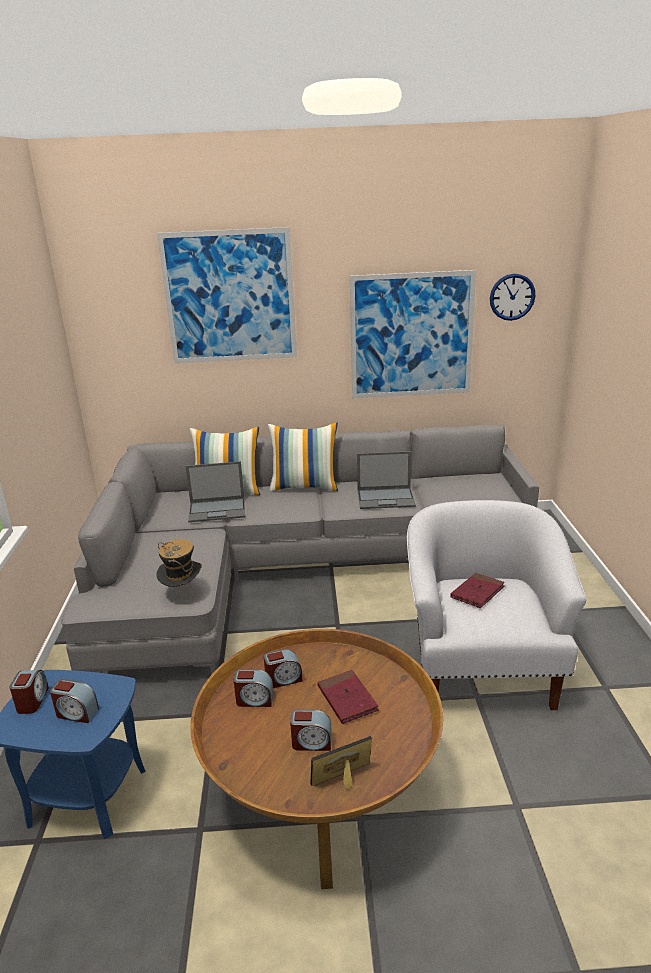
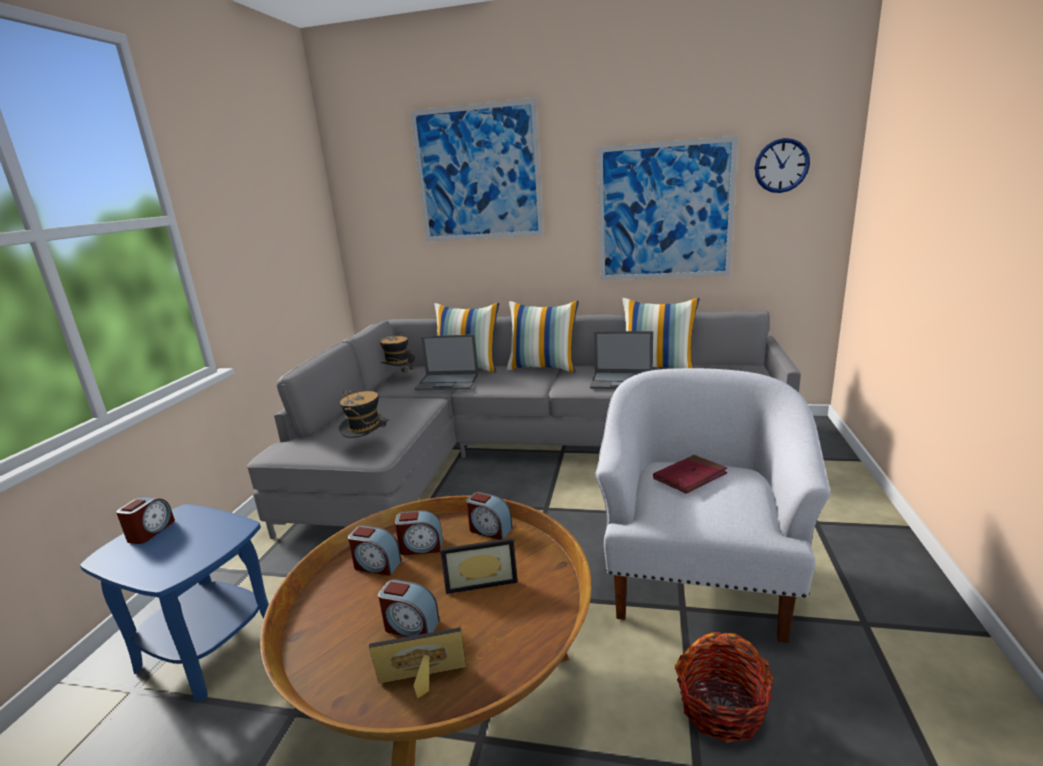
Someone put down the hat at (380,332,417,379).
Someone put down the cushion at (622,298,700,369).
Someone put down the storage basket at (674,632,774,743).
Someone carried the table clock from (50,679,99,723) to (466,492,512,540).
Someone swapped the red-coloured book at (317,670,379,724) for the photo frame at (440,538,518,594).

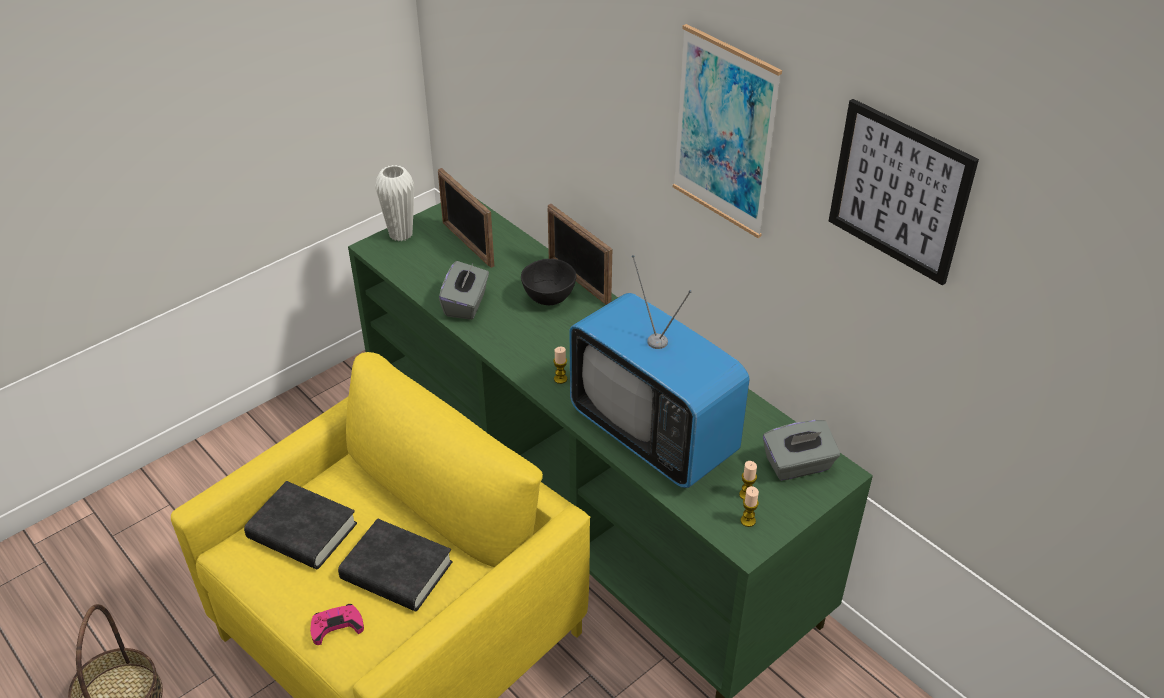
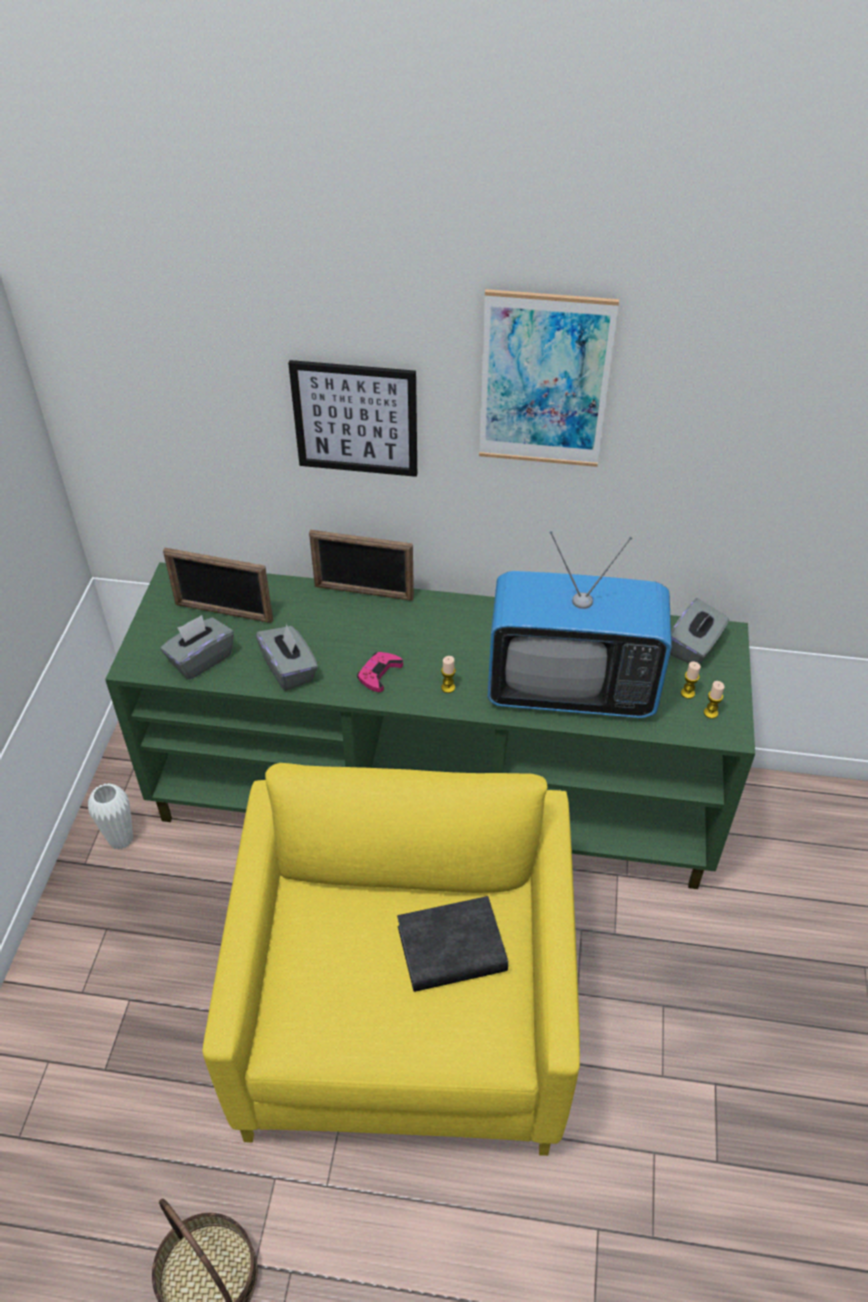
Someone took away the black book at (244,481,357,569).
Someone took away the black deep dish at (521,259,576,305).
Someone put down the gray box of tissues at (161,615,234,680).
Someone carried the pink-coloured game controller from (310,604,364,645) to (357,652,403,692).
Someone carried the whitish vase from (375,165,414,241) to (88,783,133,850).
Someone carried the picture from (829,99,979,285) to (288,360,417,477).

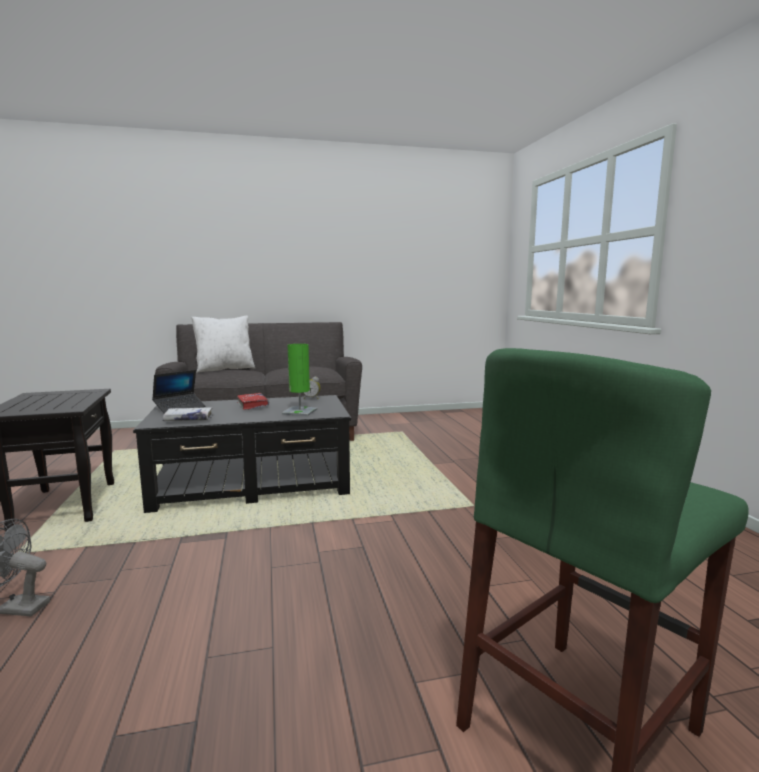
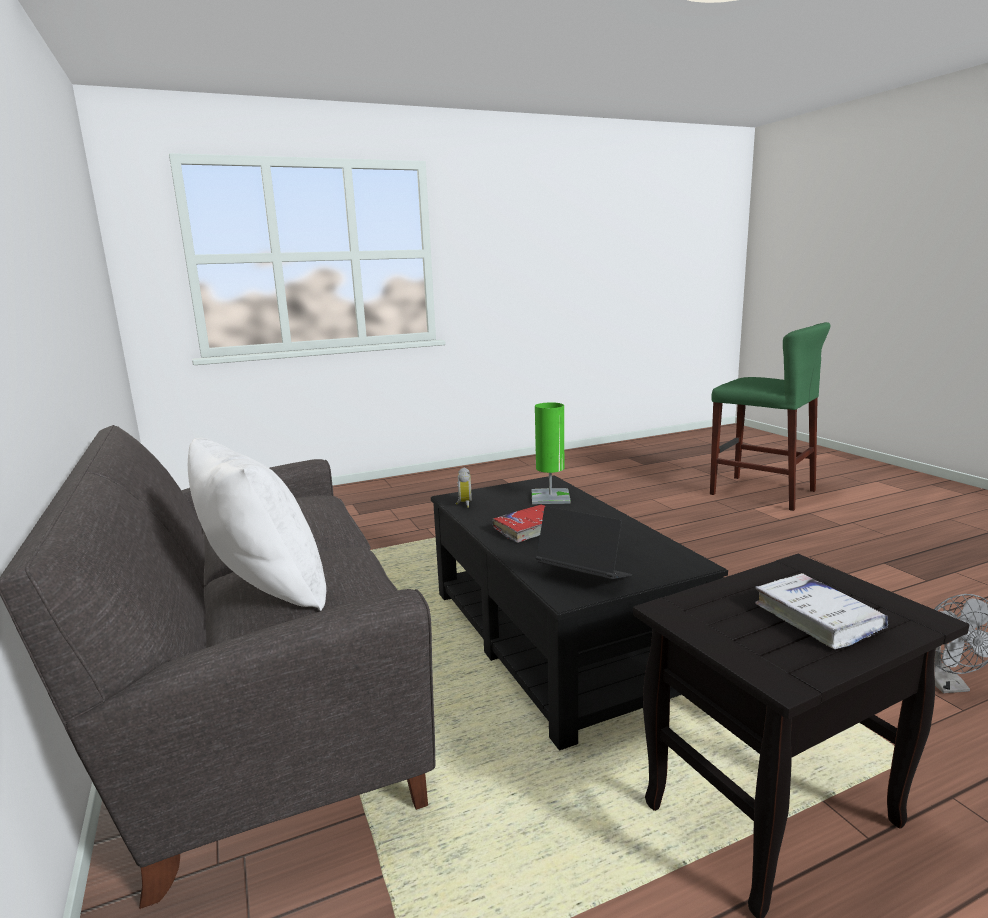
Someone carried the whitish book from (162,407,213,421) to (755,573,888,649).

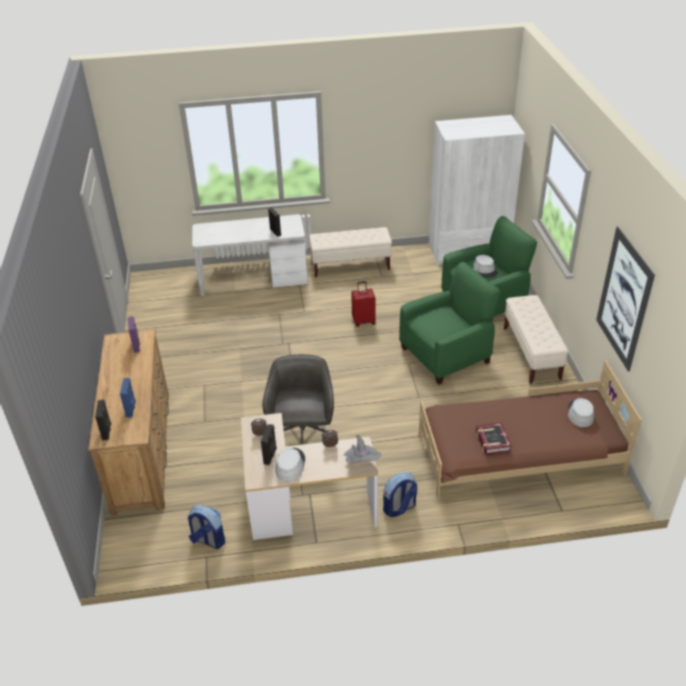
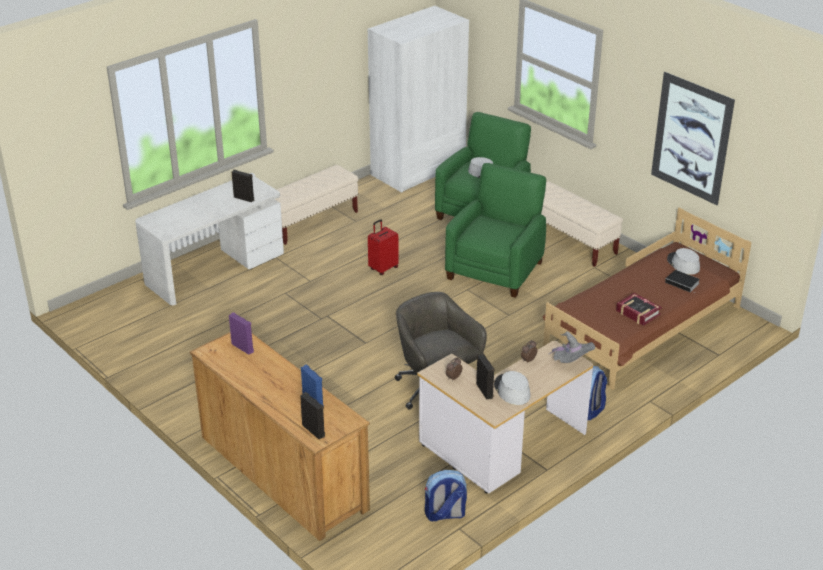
Someone put down the book at (665,270,700,294).

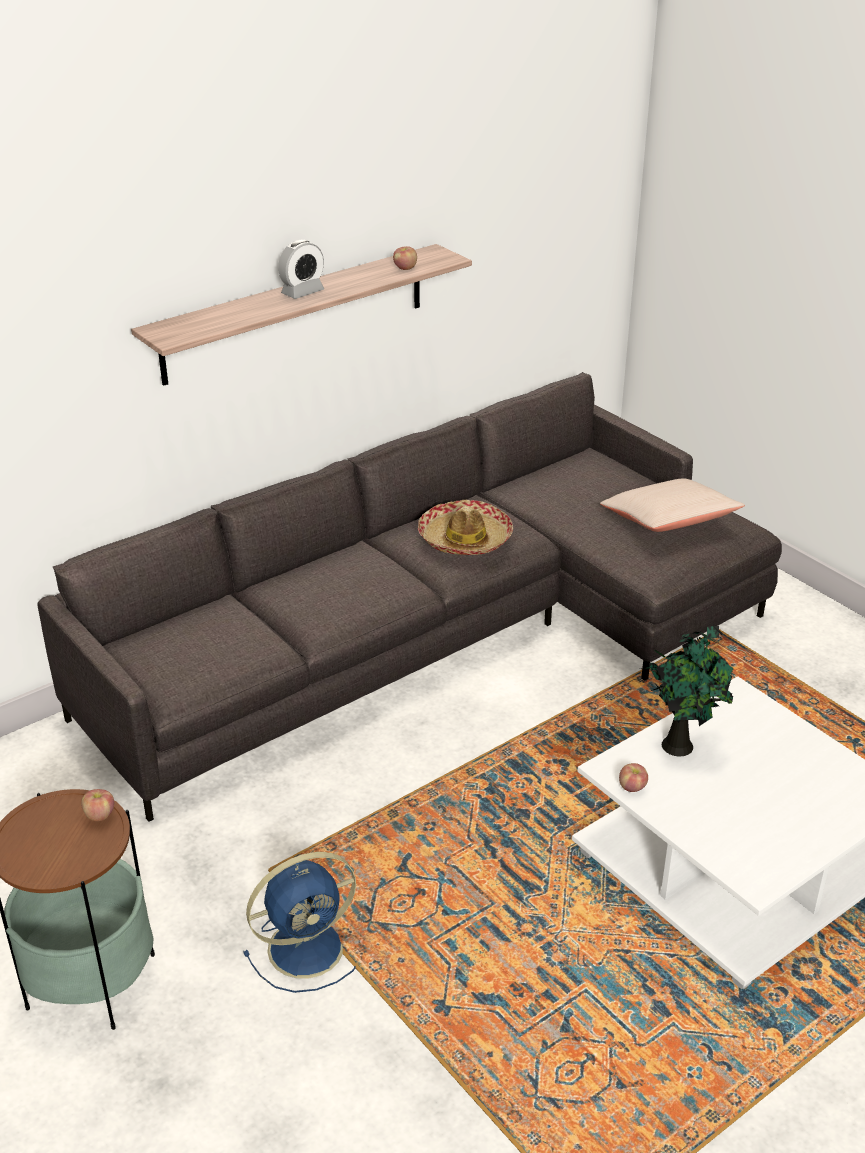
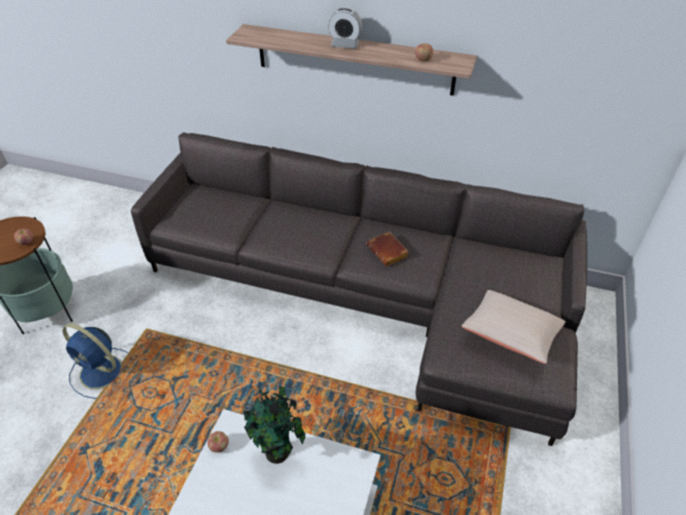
Someone swapped the hat at (418,500,513,555) for the brown book at (366,231,409,266).

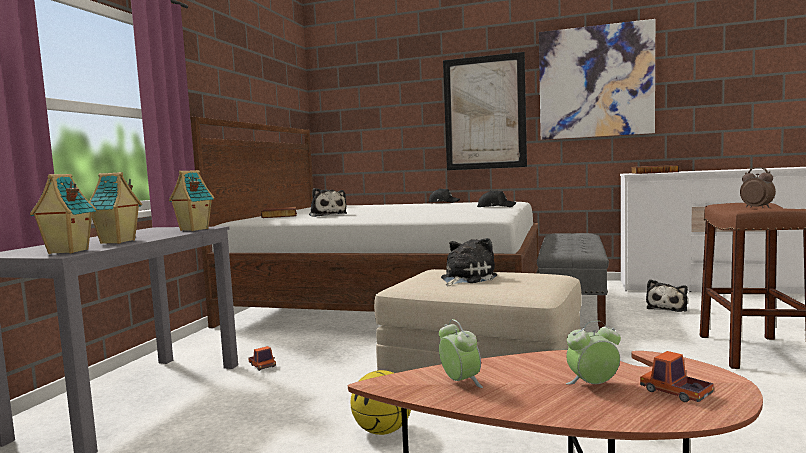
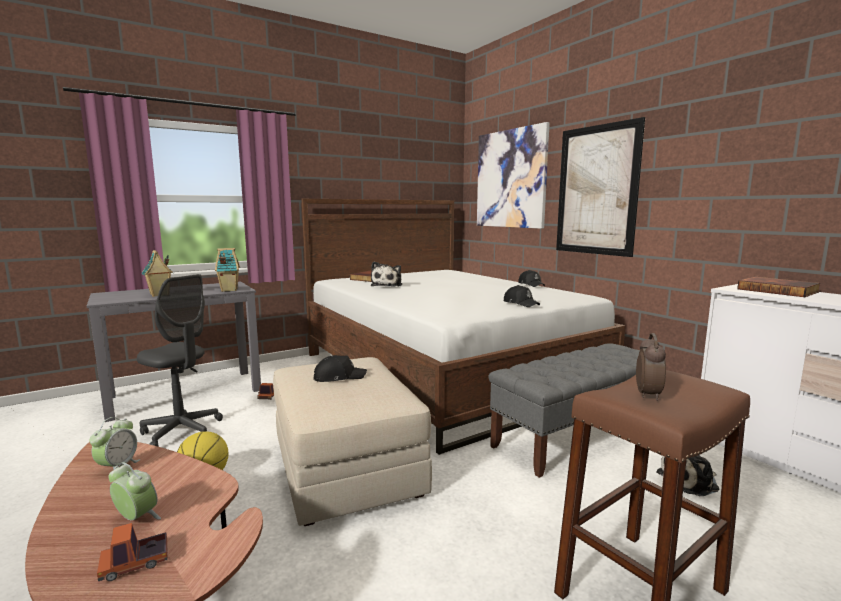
Someone took away the model house at (30,174,96,254).
Someone put down the gray desk chair at (137,274,223,447).
Someone carried the picture from (539,19,655,140) to (477,122,550,229).
Someone swapped the soft toy at (441,238,497,286) for the black cap at (313,355,367,382).
Someone rotated the toy lorry at (640,351,714,402) by 120 degrees counterclockwise.

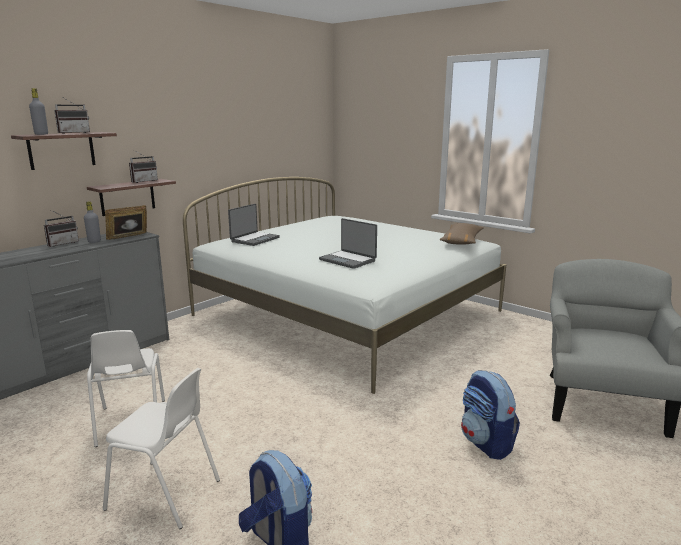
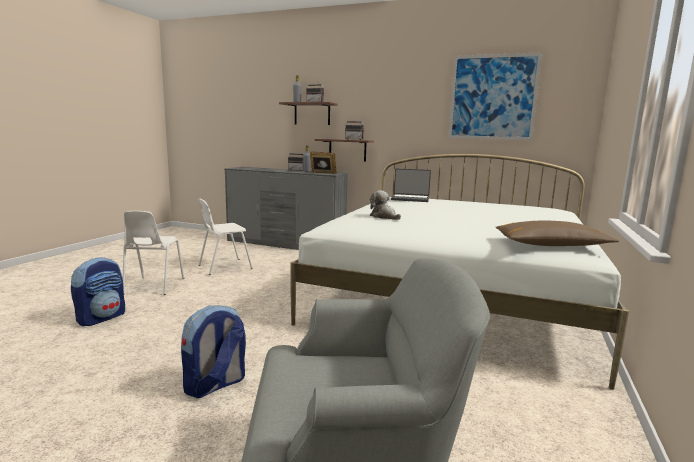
Someone put up the picture at (448,52,542,140).
Someone swapped the laptop at (319,218,377,269) for the soft toy at (370,190,401,220).

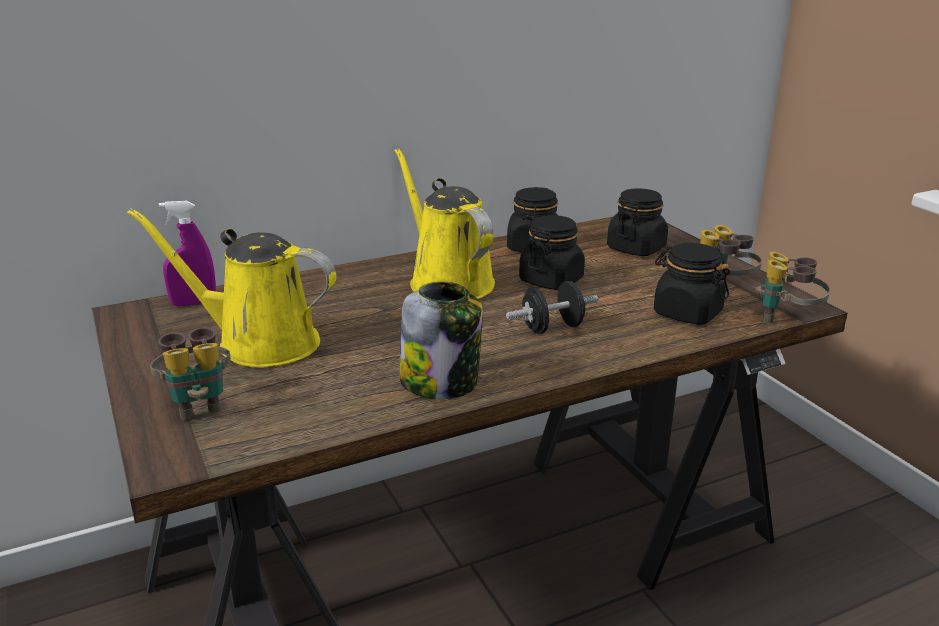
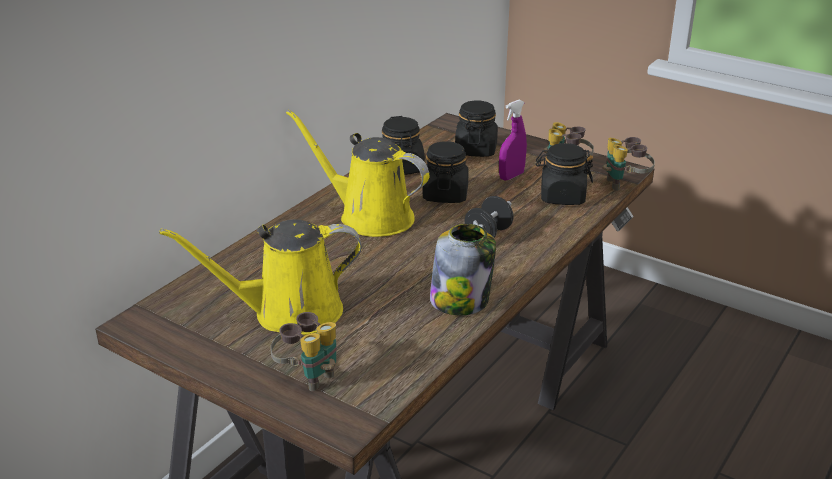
Someone carried the purple-coloured sprayer from (159,201,216,306) to (499,100,527,181).

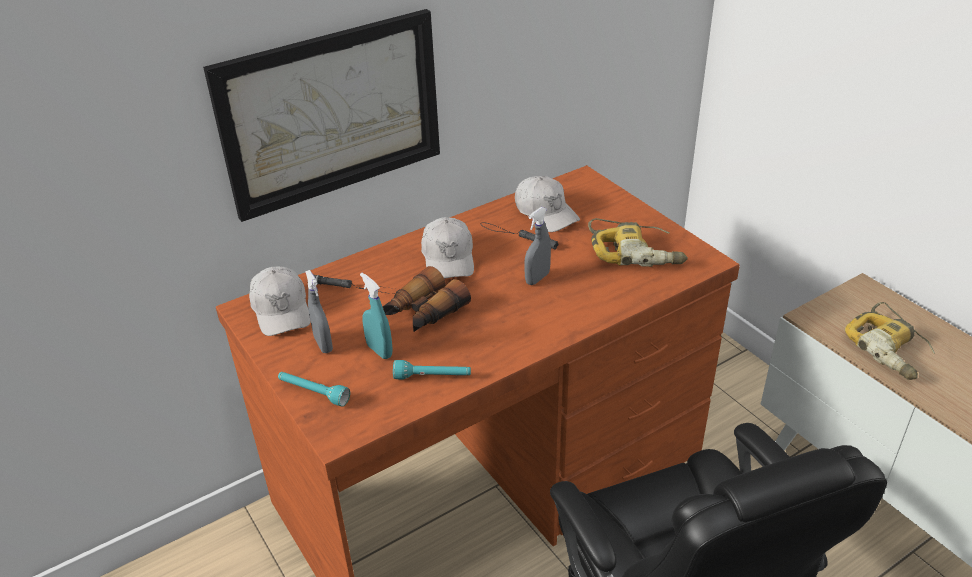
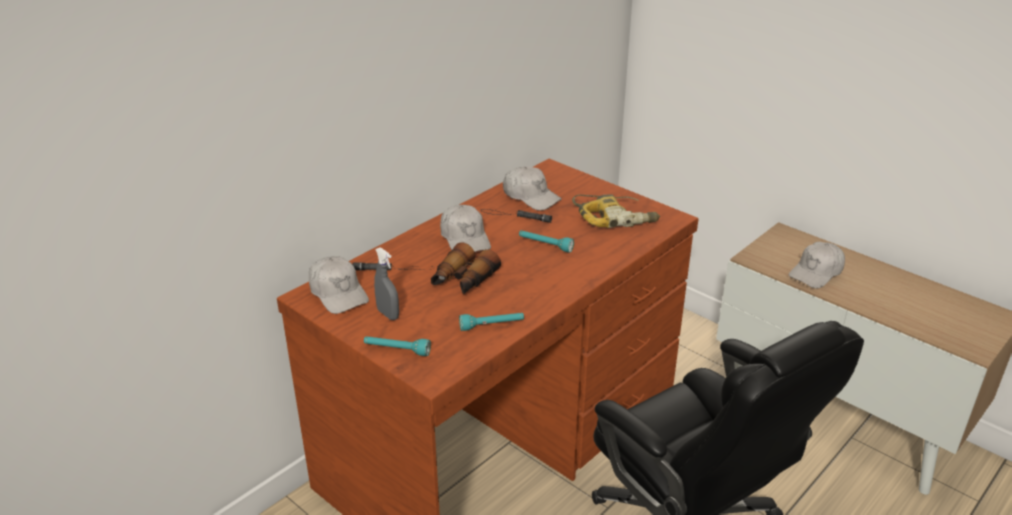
Someone took away the picture at (203,9,440,222).
Someone took away the blue-green sprayer at (360,273,393,359).
Someone swapped the gray sprayer at (524,207,551,285) for the blue-green hand torch at (519,230,574,253).
Someone swapped the drill at (845,302,935,380) for the whitish cap at (789,242,845,289).

